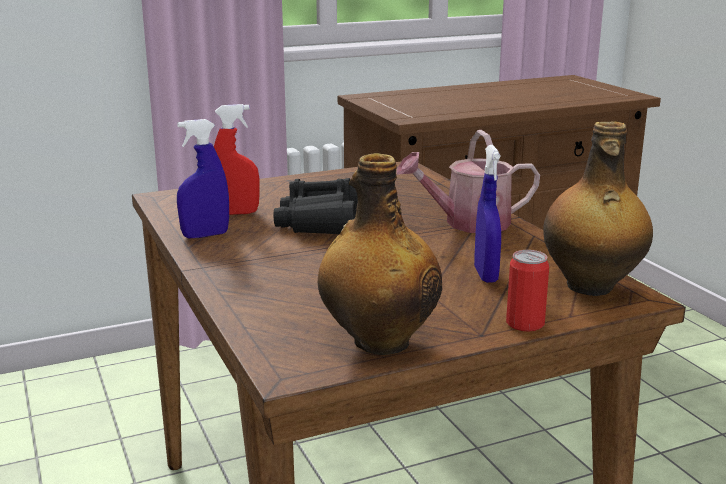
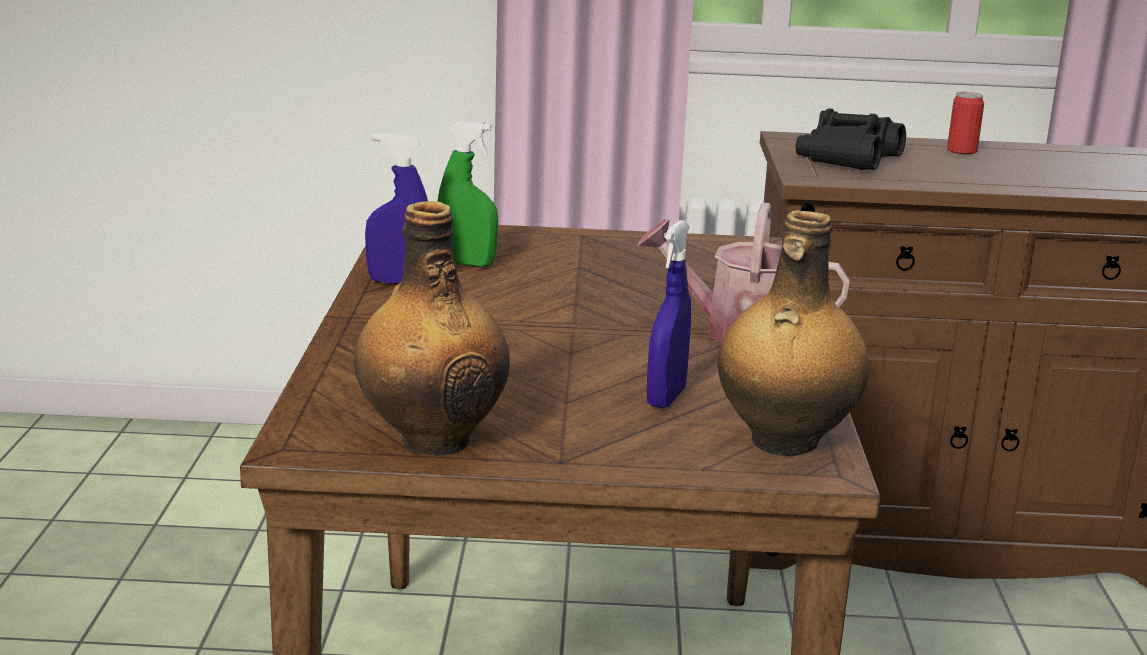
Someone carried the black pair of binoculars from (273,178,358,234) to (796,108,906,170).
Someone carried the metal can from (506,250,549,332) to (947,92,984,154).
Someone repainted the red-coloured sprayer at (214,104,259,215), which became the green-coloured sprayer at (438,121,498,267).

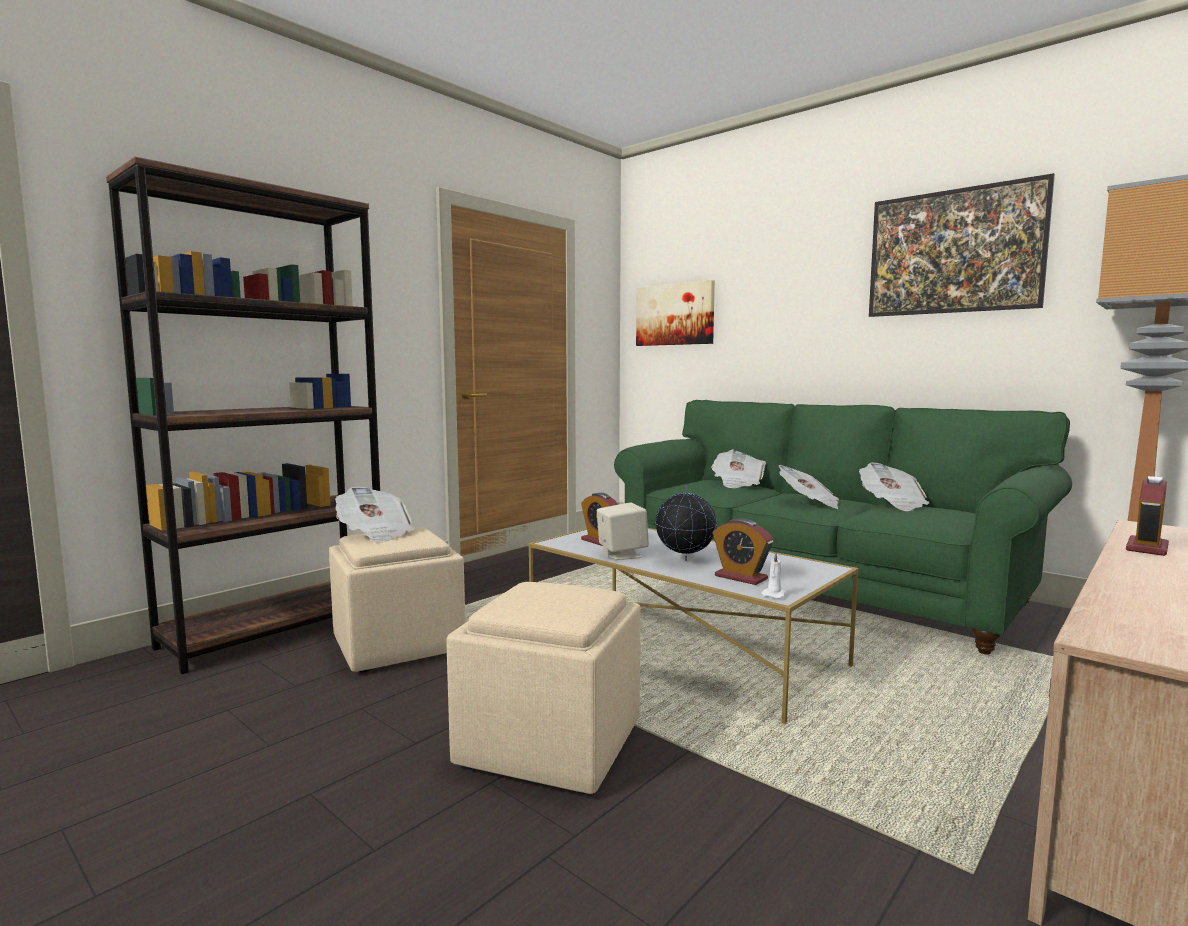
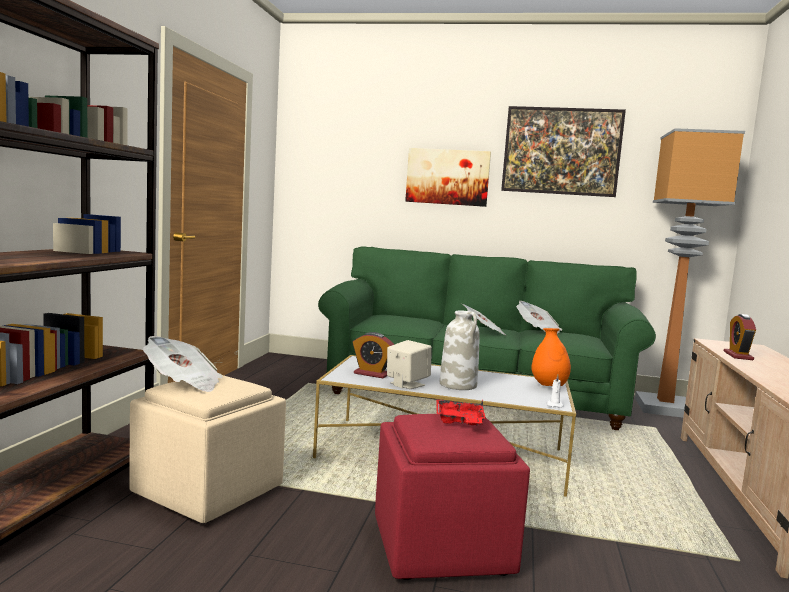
Someone took away the newspaper at (711,449,766,488).
Someone took away the table clock at (713,518,773,585).
Someone put down the red-coloured carrying tray at (436,399,486,426).
Someone put down the orange-coloured vase at (531,328,571,386).
Someone carried the picture from (636,280,715,346) to (405,148,491,207).
Someone swapped the globe at (655,486,717,561) for the whitish vase at (440,311,480,390).
Someone repainted the beige-coloured ottoman at (446,582,641,794), which became the red-coloured ottoman at (375,414,530,580).

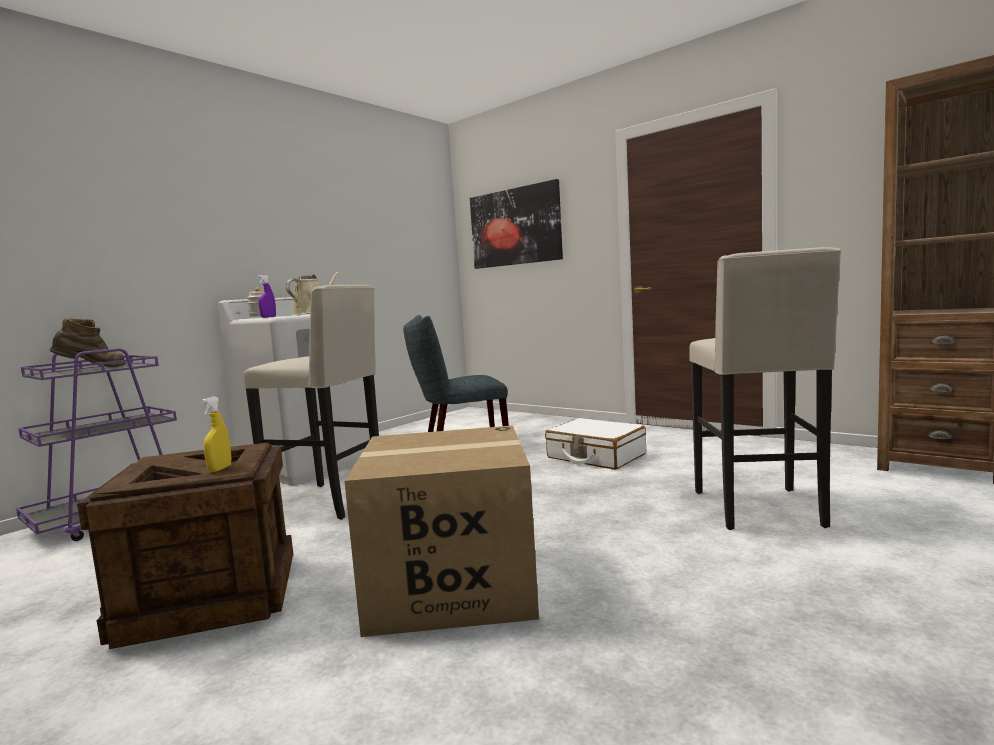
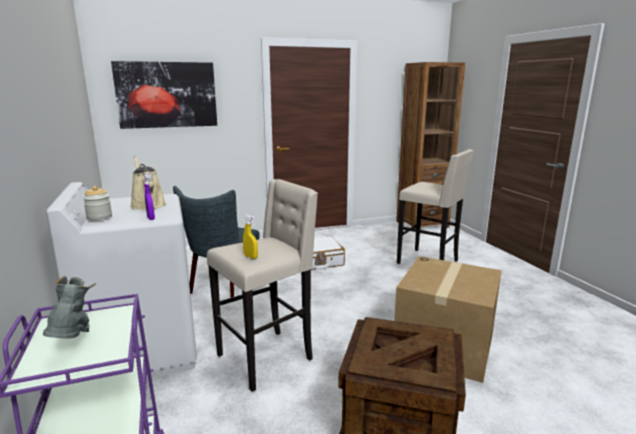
Someone carried the yellow sprayer from (201,396,231,472) to (243,215,258,259).
Someone repainted the brown tall boot at (50,318,126,367), which became the gray tall boot at (43,276,96,339).

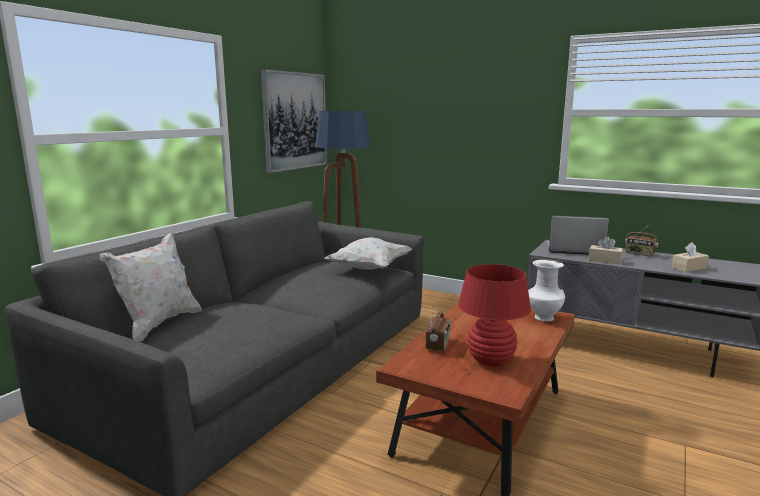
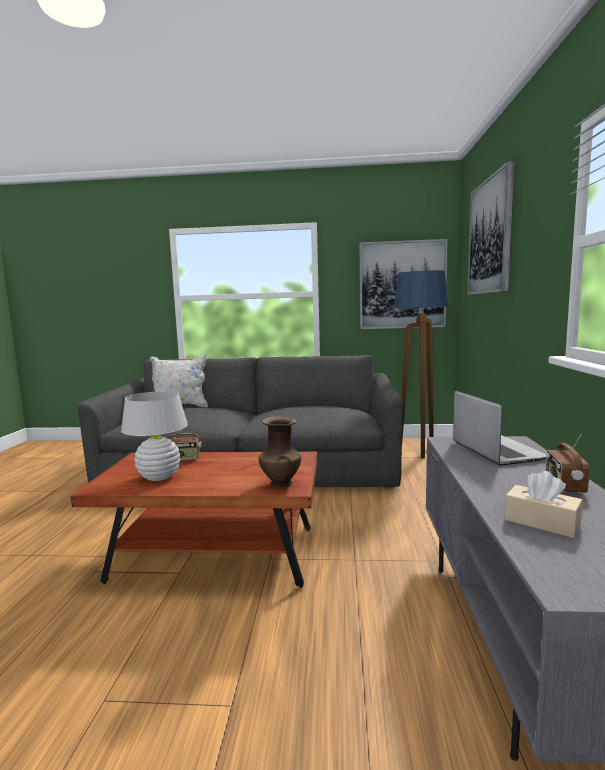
Someone took away the whitish cushion at (324,237,412,270).
Someone took away the beige-coloured box of tissues at (589,236,623,264).
Someone put up the picture at (468,160,515,295).
Someone repainted the red-coloured lamp for a table at (458,264,531,366), which became the whitish lamp for a table at (121,391,188,481).
Someone repainted the whitish vase at (528,260,565,322), which became the brown vase at (259,416,301,488).

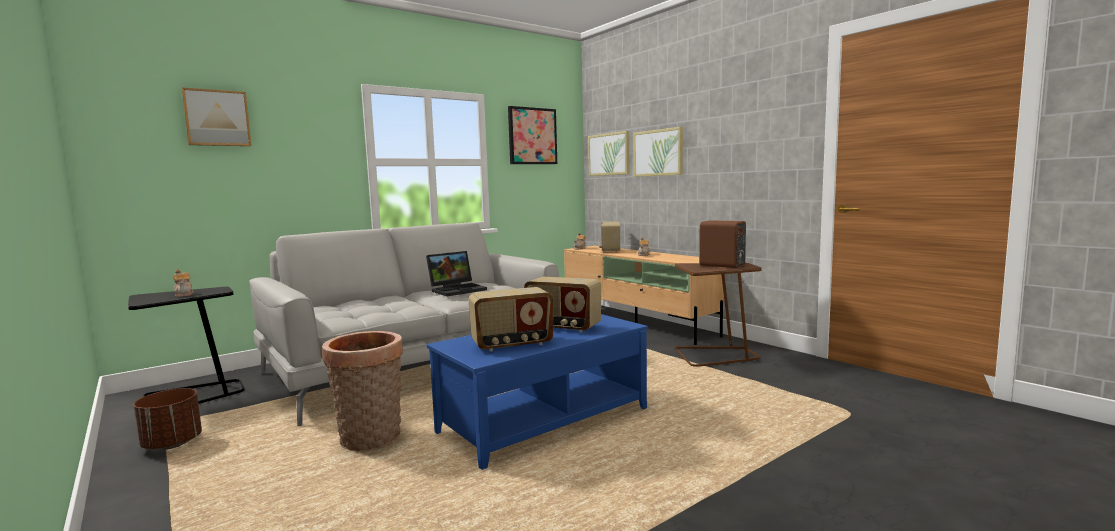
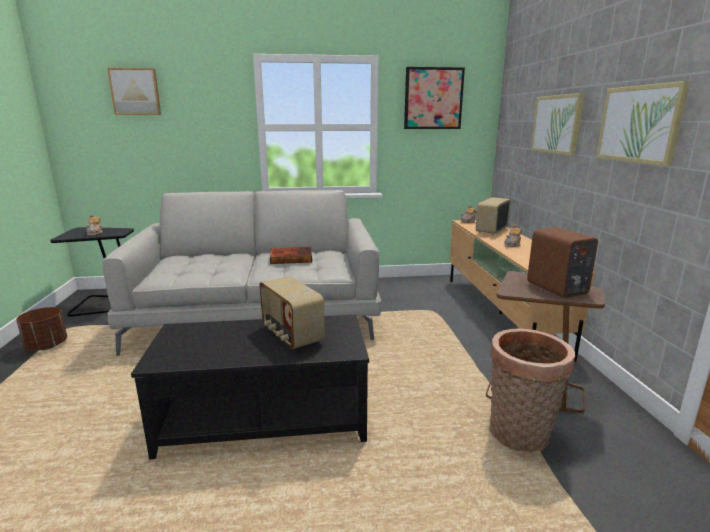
Someone took away the radio receiver at (468,287,553,352).
Someone carried the storage basket from (322,331,403,451) to (489,328,575,452).
Someone carried the picture from (588,131,629,176) to (596,81,690,166).
Someone swapped the laptop at (426,251,487,296) for the book at (270,247,312,264).
Someone repainted the bluish low table at (427,314,648,470), which became the black low table at (131,315,369,459).

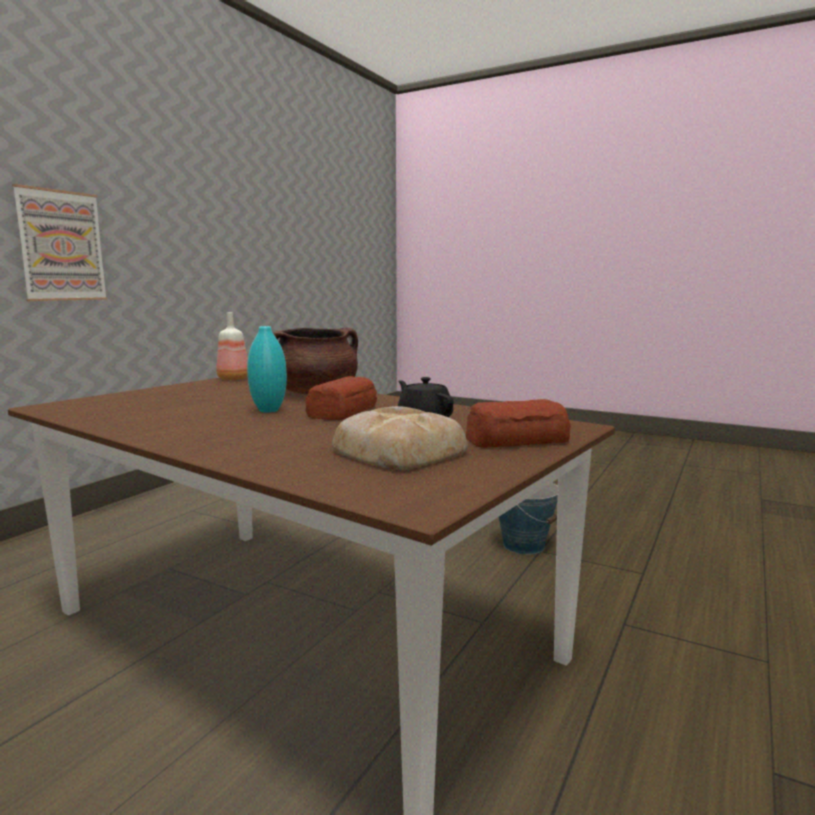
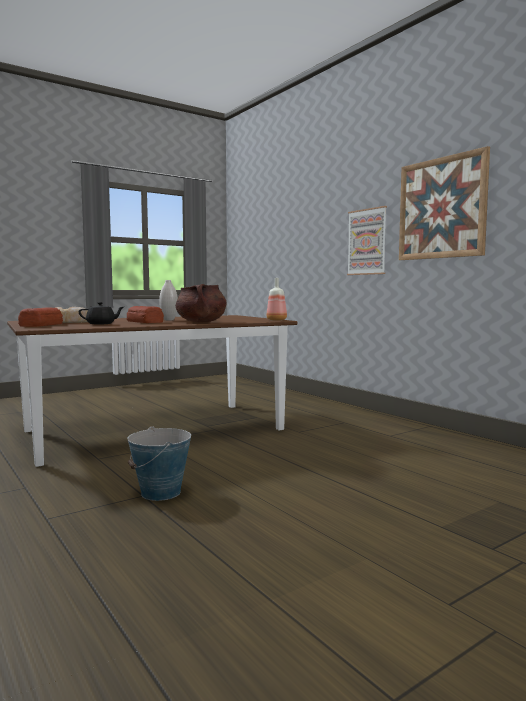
Someone put up the picture at (399,146,490,260).
Someone repainted the blue-green vase at (247,326,287,413), which became the whitish vase at (159,280,178,321).

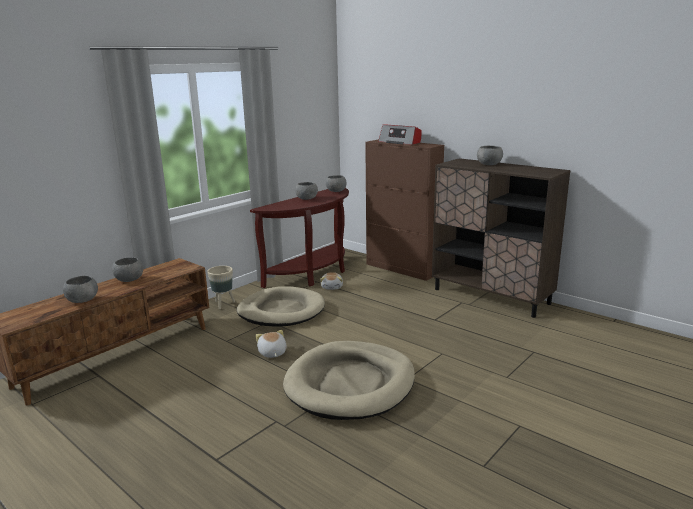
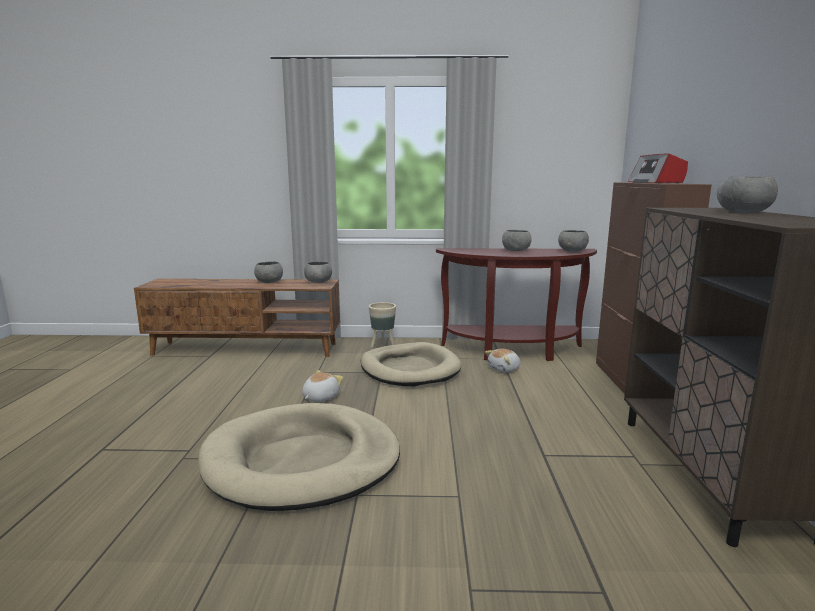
Someone carried the gray deep dish from (63,276,98,303) to (304,261,332,283).

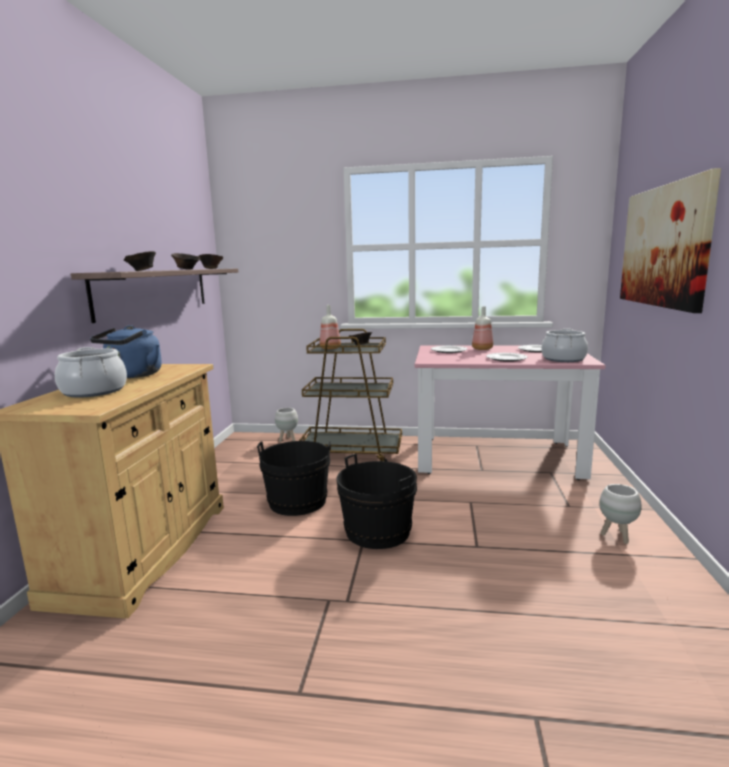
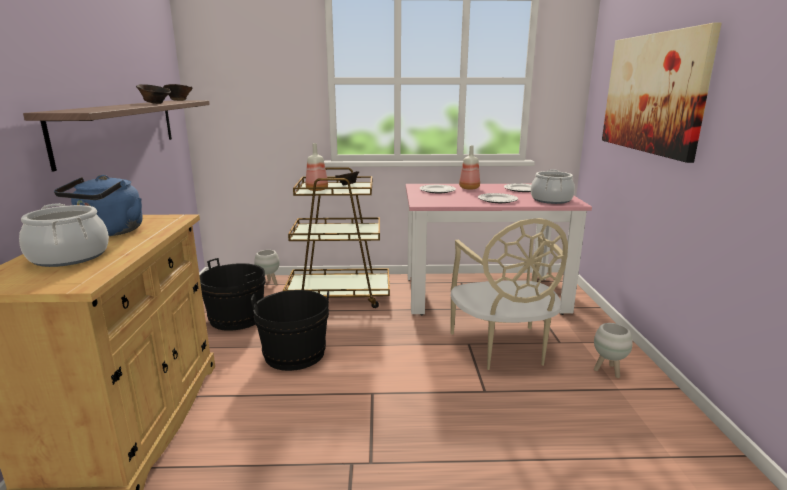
Someone took away the brown deep dish at (124,251,156,271).
Someone put down the beige-coloured plain chair at (451,218,568,370).
Someone carried the black water bucket from (337,454,417,549) to (199,258,266,331).

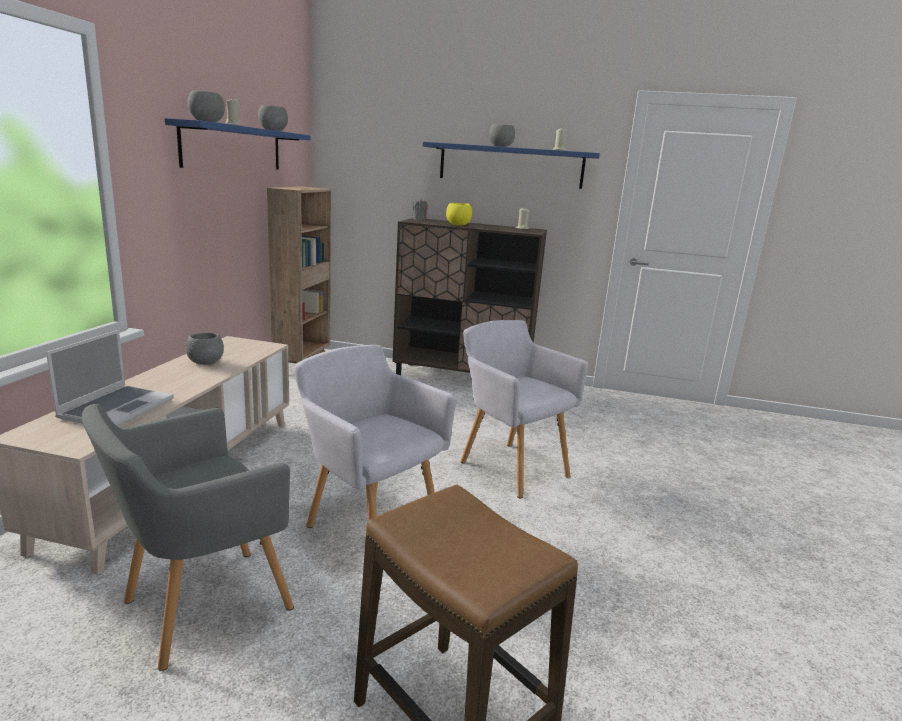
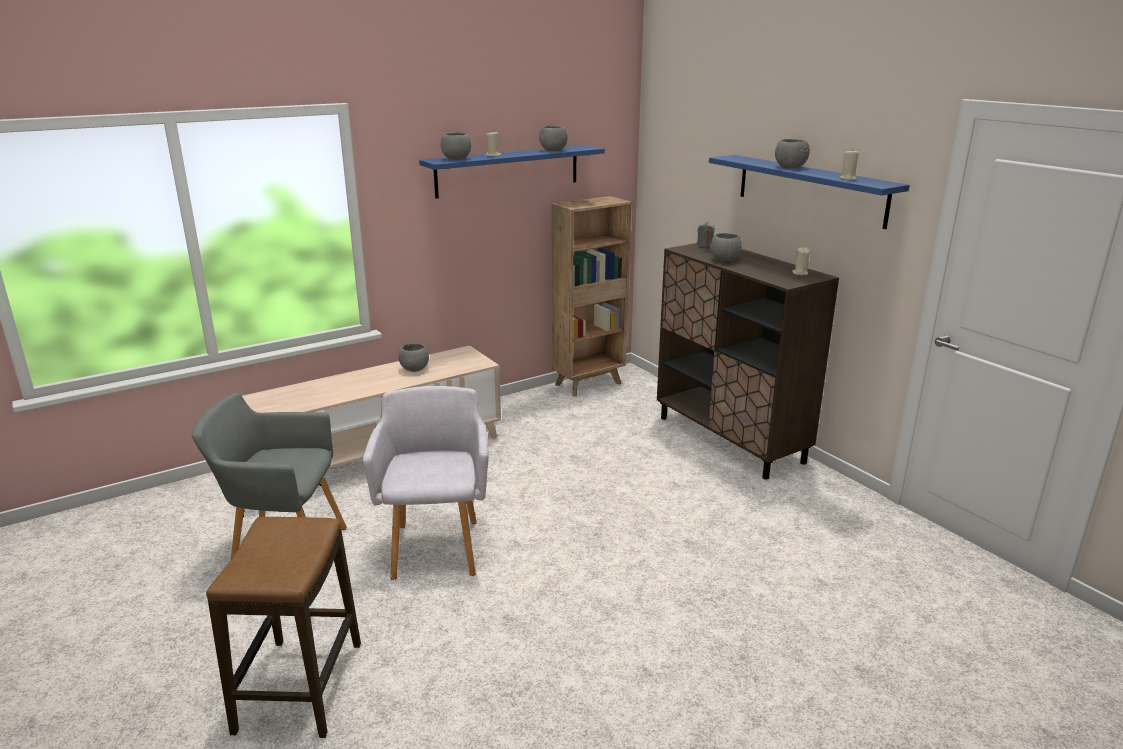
Someone took away the laptop at (46,330,174,426).
Someone took away the gray lounge chair at (460,320,588,498).
Someone repainted the yellow deep dish at (446,203,472,226), which became the gray deep dish at (710,233,742,262).

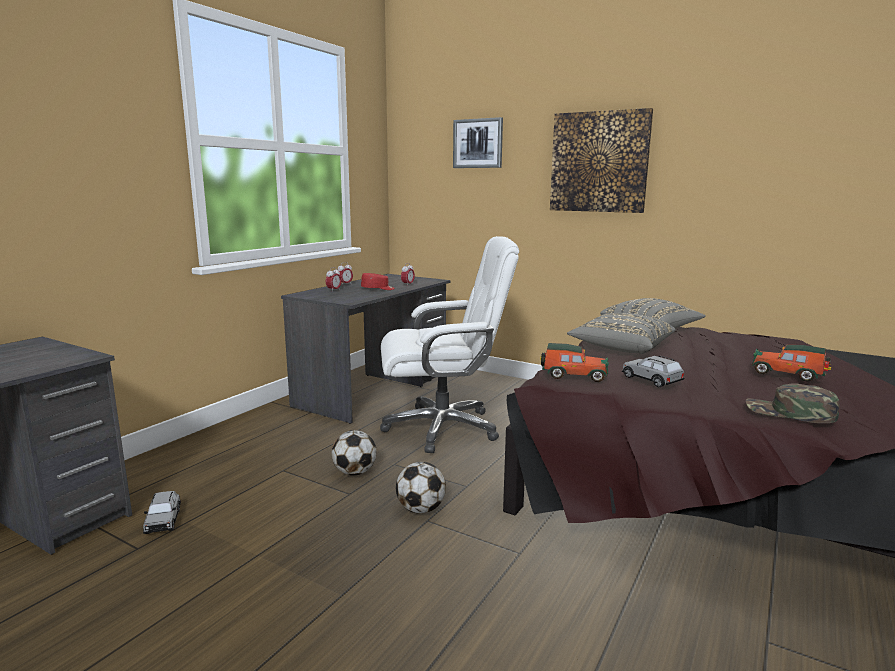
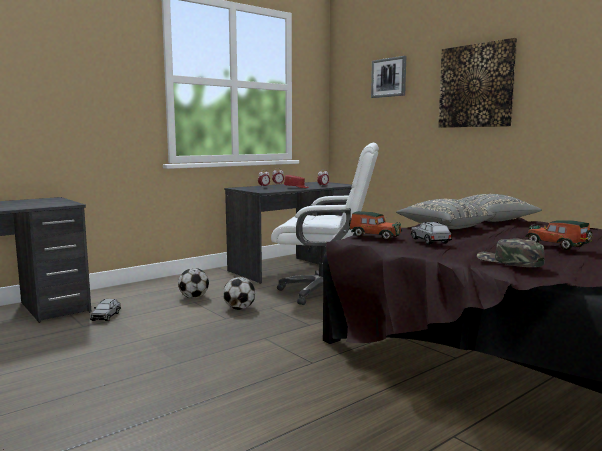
Someone carried the football from (396,462,446,514) to (178,268,209,298).

